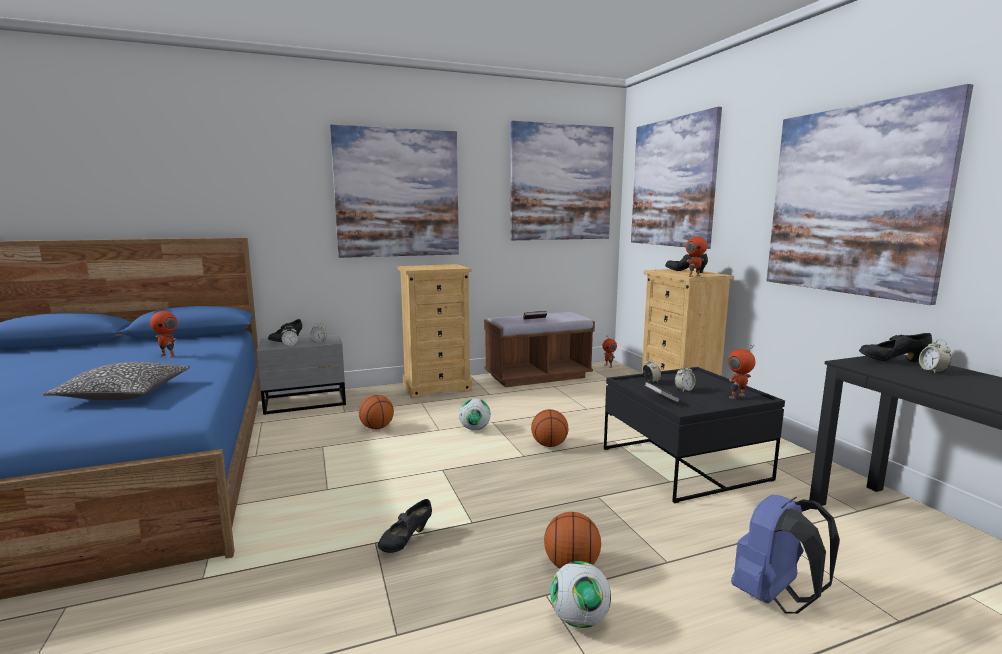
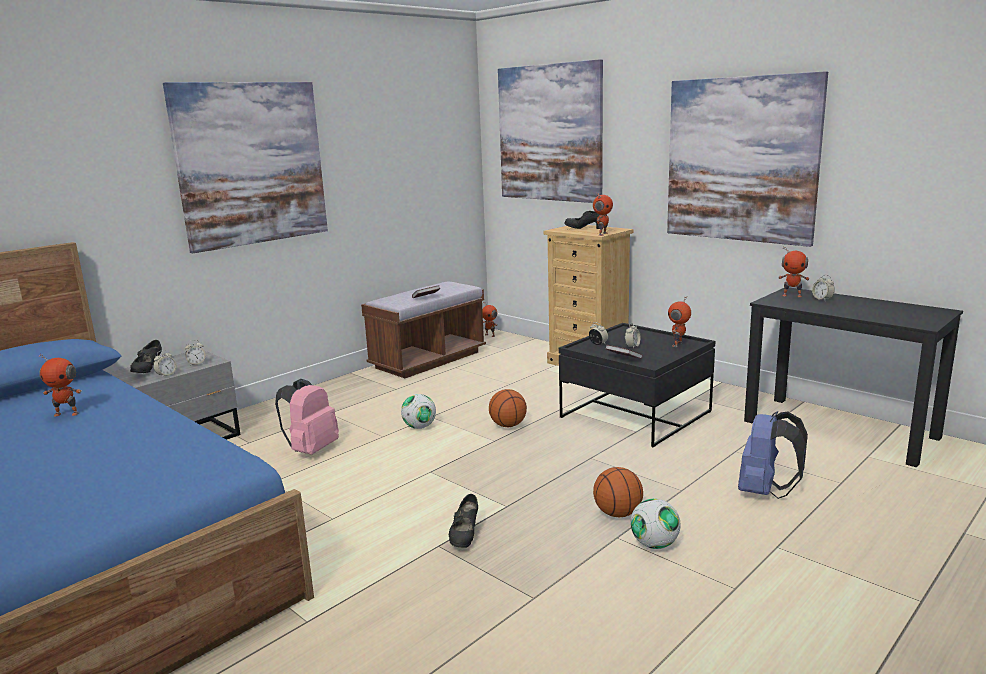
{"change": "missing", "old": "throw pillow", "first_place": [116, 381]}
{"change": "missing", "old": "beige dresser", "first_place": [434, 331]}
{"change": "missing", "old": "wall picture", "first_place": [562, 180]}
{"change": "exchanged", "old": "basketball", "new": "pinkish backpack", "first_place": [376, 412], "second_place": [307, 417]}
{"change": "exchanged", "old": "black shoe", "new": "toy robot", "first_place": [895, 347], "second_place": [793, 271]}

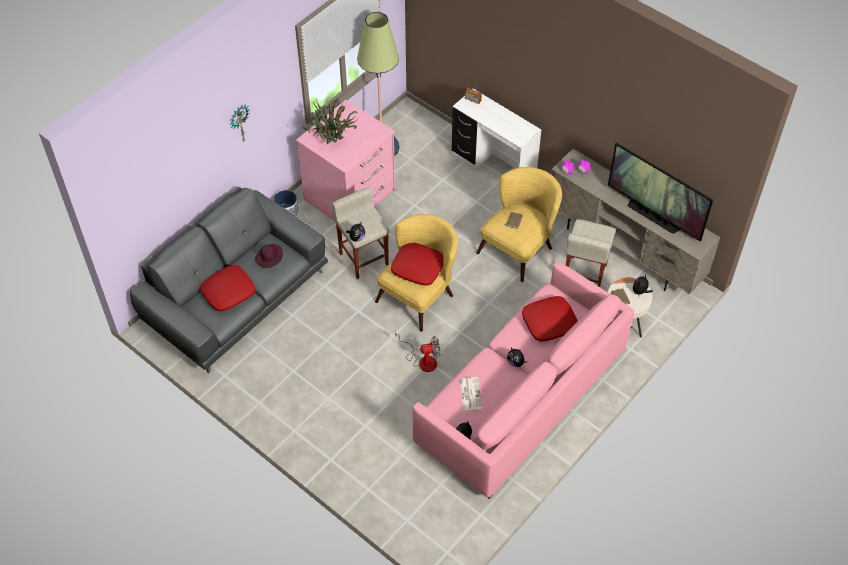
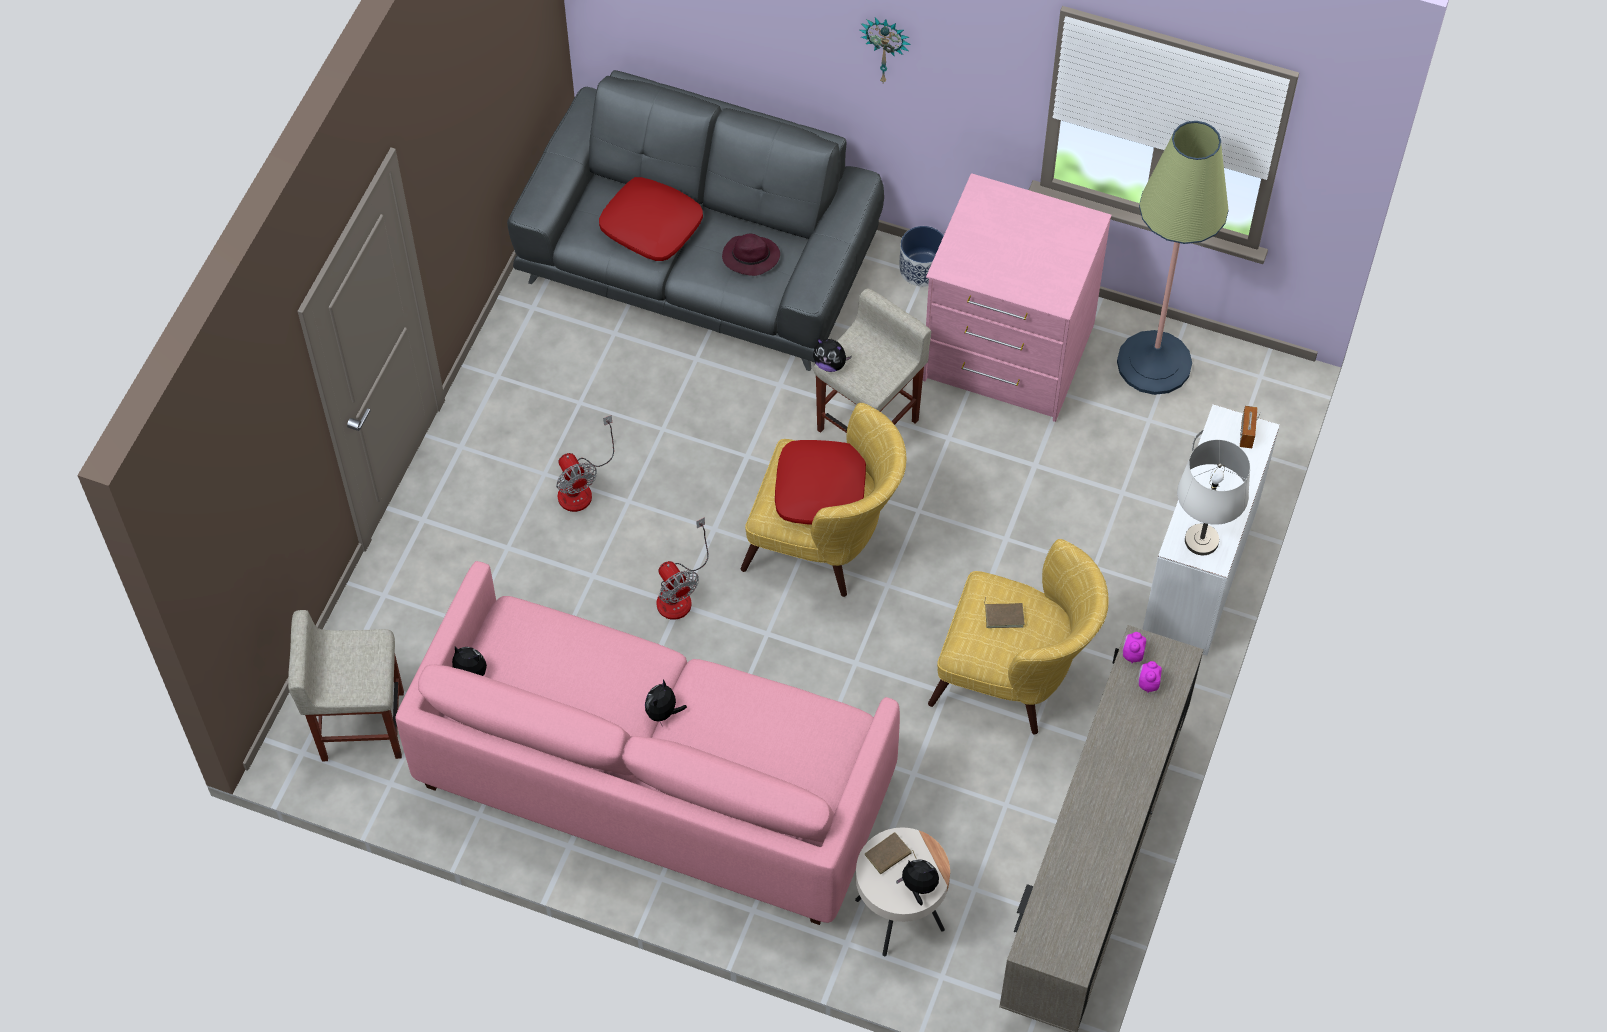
{"change": "missing", "old": "potted plant", "first_place": [333, 121]}
{"change": "missing", "old": "daily paper", "first_place": [471, 394]}
{"change": "missing", "old": "reddish throw pillow", "first_place": [550, 319]}
{"change": "missing", "old": "TV set", "first_place": [660, 192]}
{"change": "appeared", "new": "fan", "second_place": [585, 463]}
{"change": "appeared", "new": "whitish lamp for a table", "second_place": [1213, 497]}
{"change": "relocated", "old": "beige stool seat", "first_place": [591, 253], "second_place": [346, 685]}

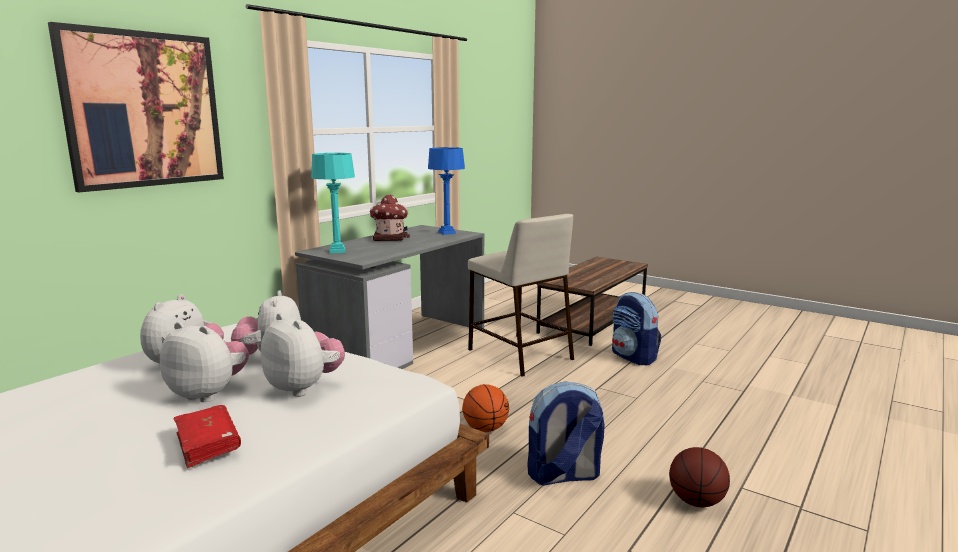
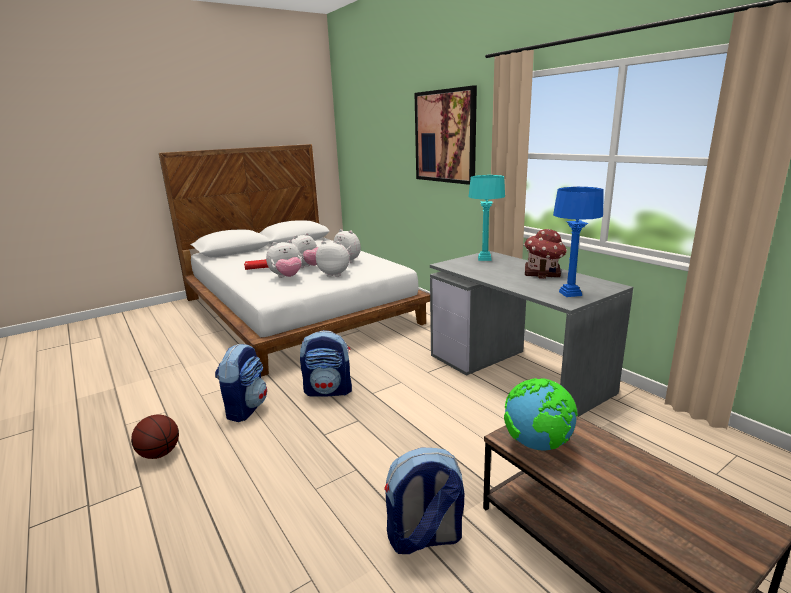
{"change": "missing", "old": "beige stool seat", "first_place": [521, 295]}
{"change": "appeared", "new": "desk globe", "second_place": [541, 414]}
{"change": "exchanged", "old": "basketball", "new": "backpack", "first_place": [485, 408], "second_place": [326, 363]}

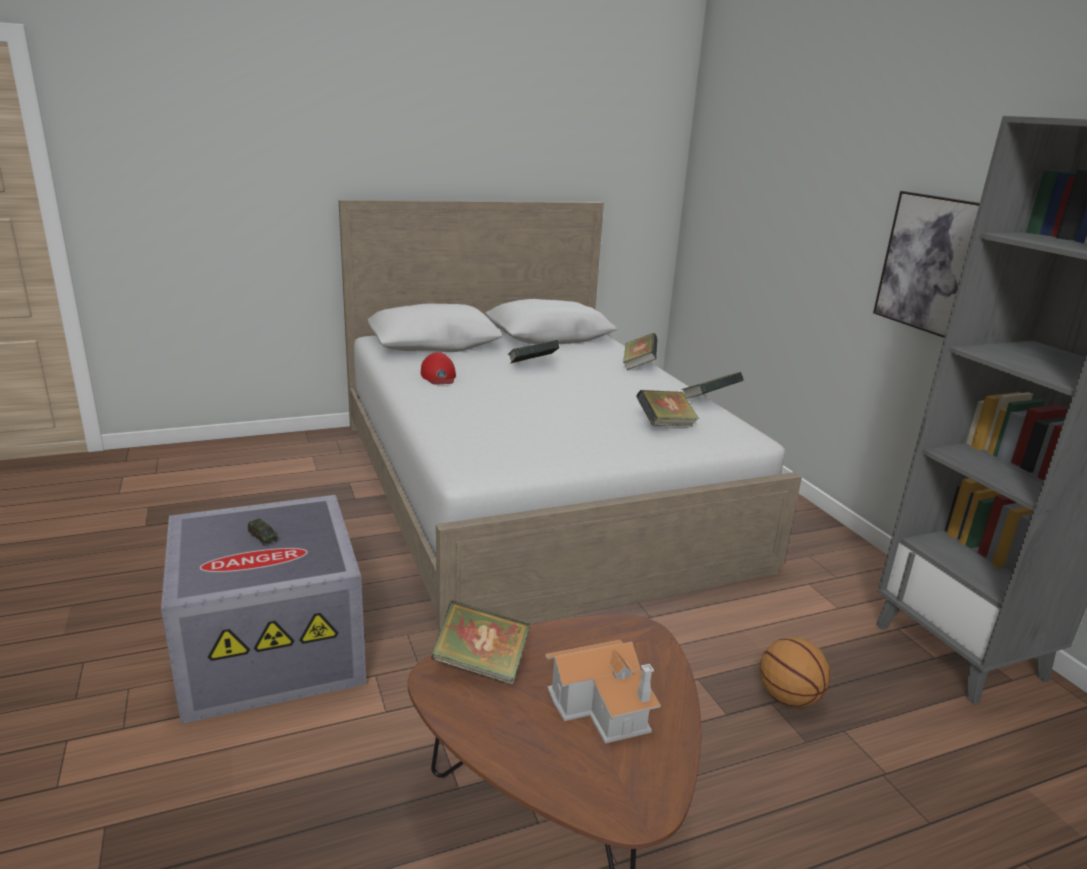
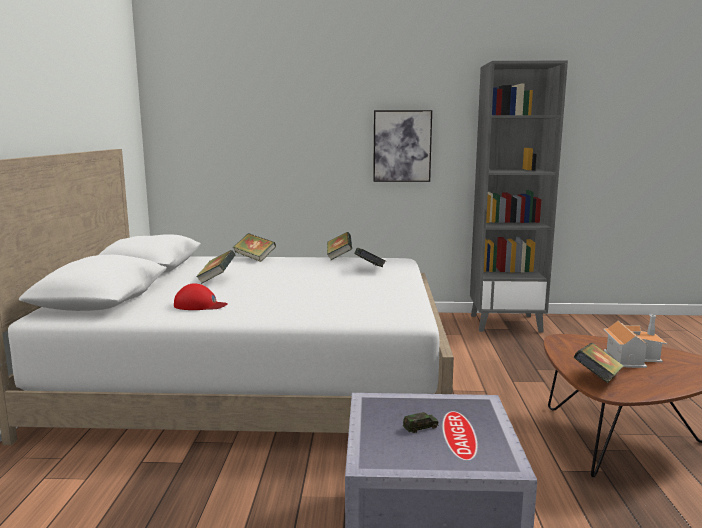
{"change": "missing", "old": "basketball", "first_place": [795, 672]}

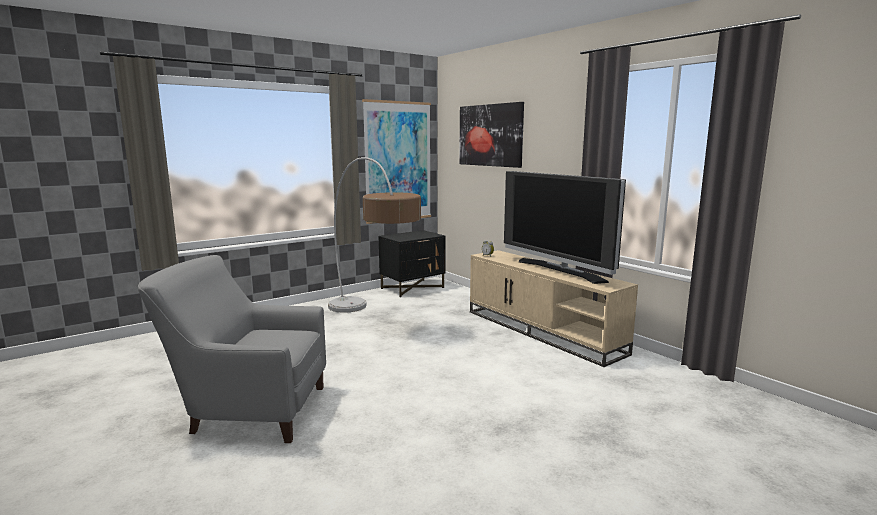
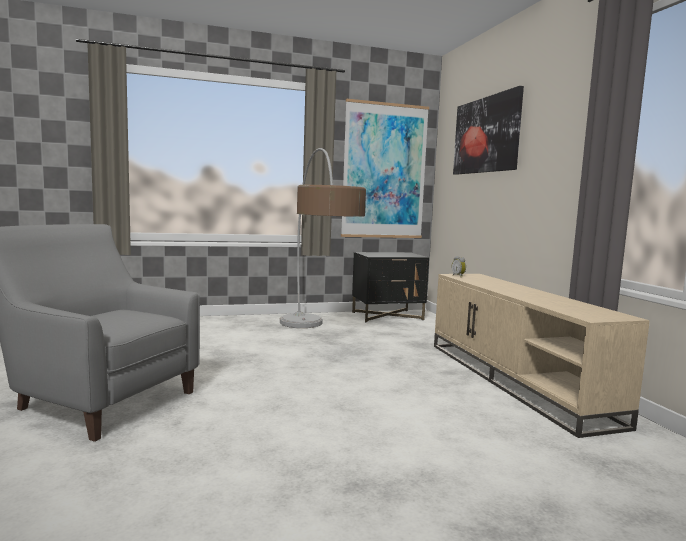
{"change": "missing", "old": "TV set", "first_place": [565, 227]}

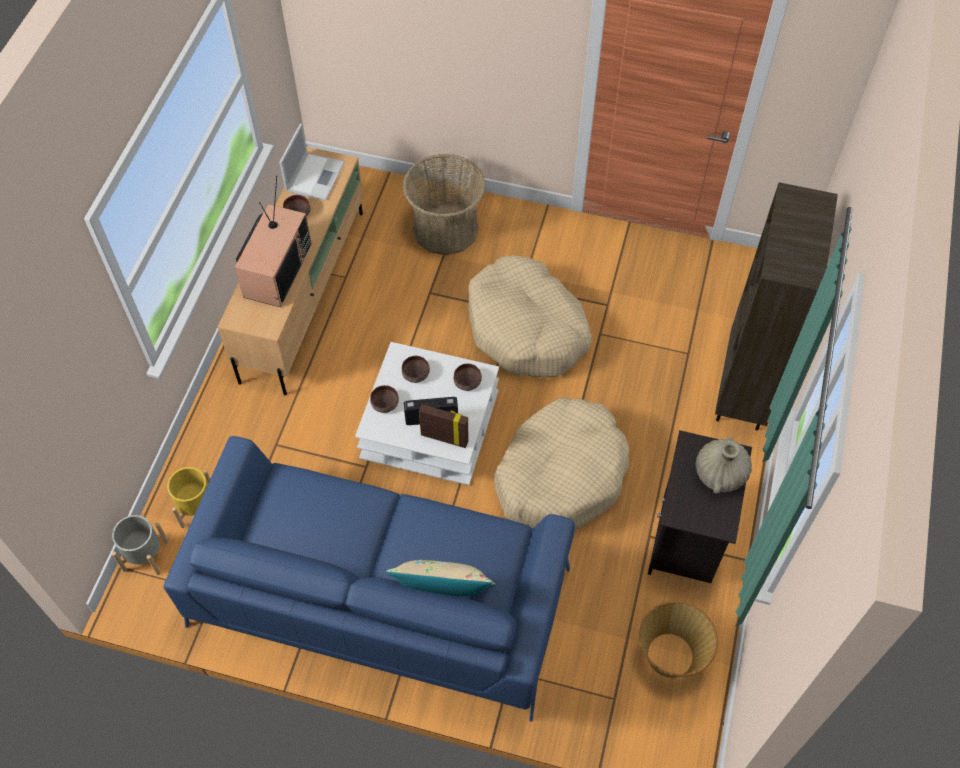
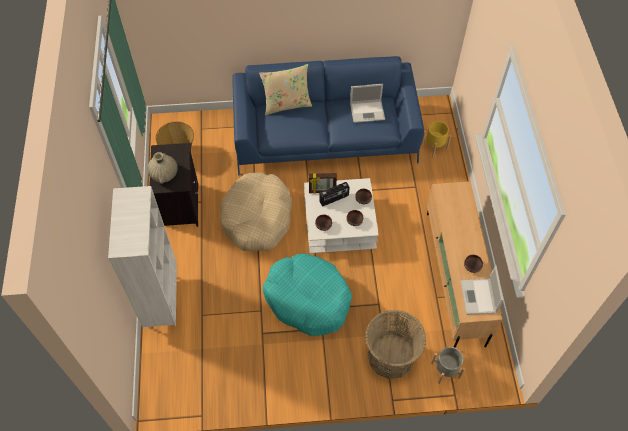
{"change": "missing", "old": "TV set", "first_place": [273, 241]}
{"change": "appeared", "new": "laptop", "second_place": [367, 103]}
{"change": "relocated", "old": "grey flower pot", "first_place": [140, 545], "second_place": [448, 365]}
{"change": "colour", "old": "beige dog cushion", "new": "blue-green dog cushion", "first_place": [530, 316], "second_place": [307, 294]}
{"change": "colour", "old": "brownish bookshelf", "new": "whitish bookshelf", "first_place": [776, 306], "second_place": [142, 257]}

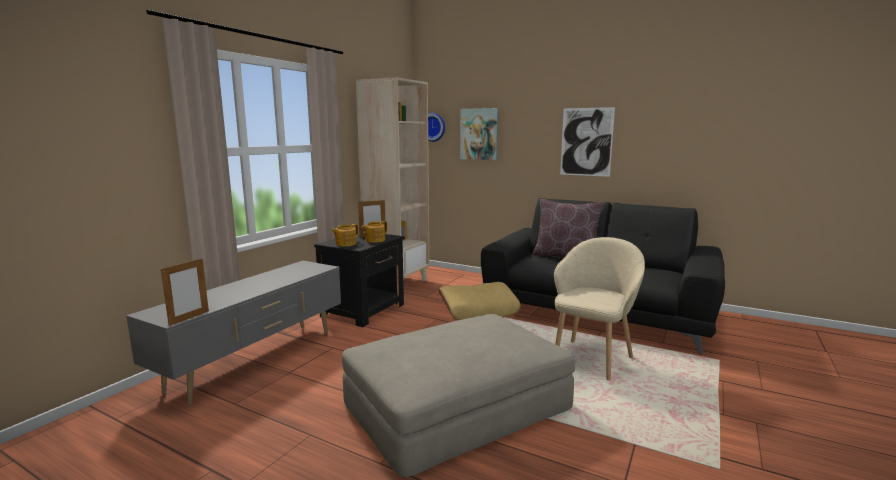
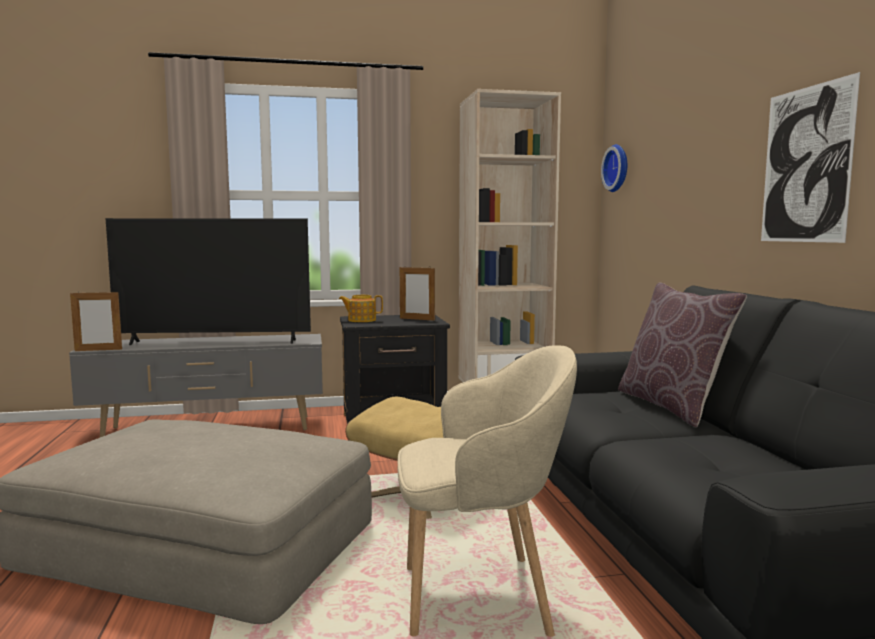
{"change": "missing", "old": "tea pot", "first_place": [374, 232]}
{"change": "missing", "old": "wall picture", "first_place": [479, 134]}
{"change": "appeared", "new": "TV set", "second_place": [208, 281]}

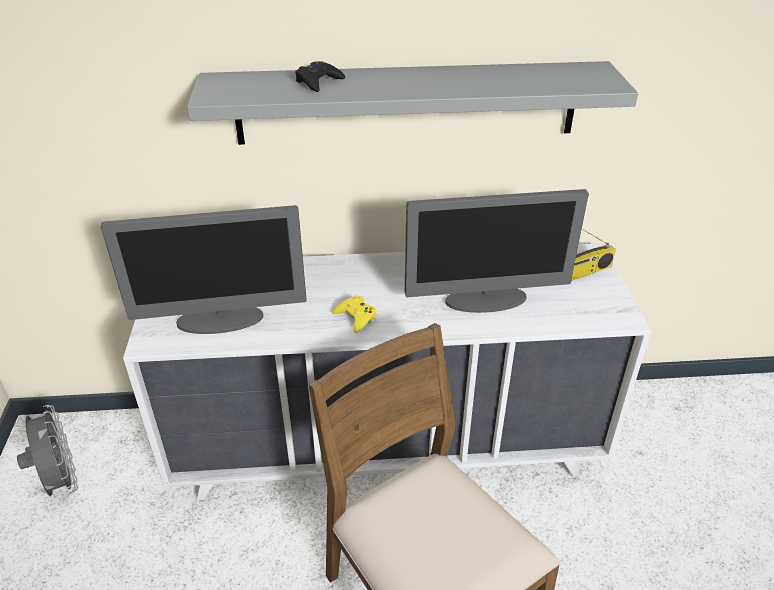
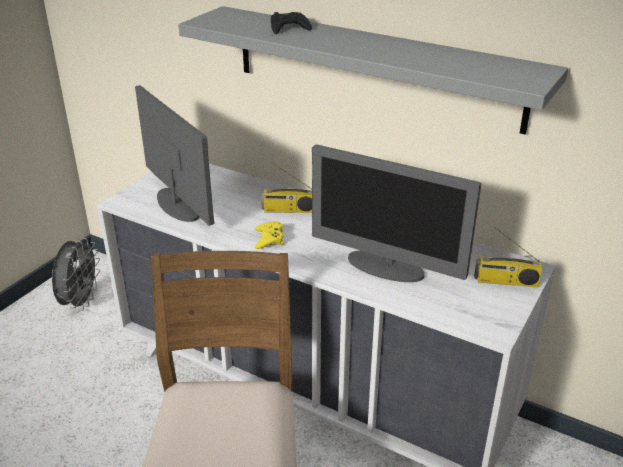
{"change": "appeared", "new": "radio set", "second_place": [286, 187]}
{"change": "spun", "old": "computer display", "first_place": [204, 269], "second_place": [174, 155], "degrees": -150}

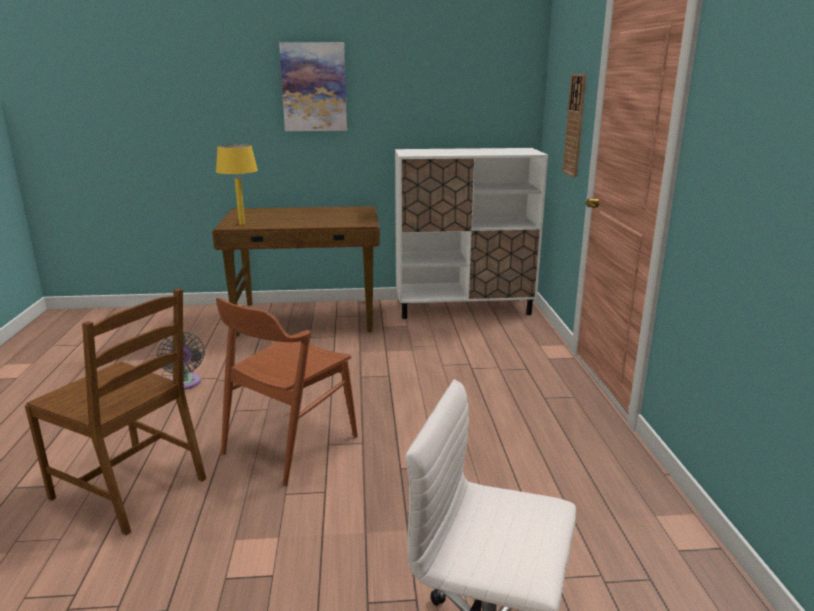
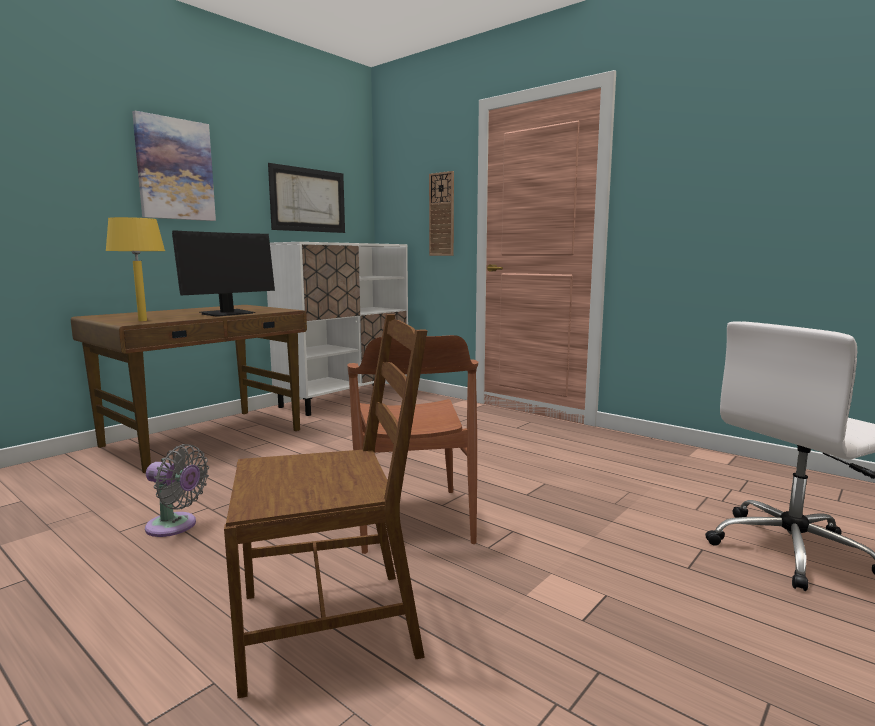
{"change": "appeared", "new": "computer display", "second_place": [223, 273]}
{"change": "appeared", "new": "wall picture", "second_place": [306, 198]}

